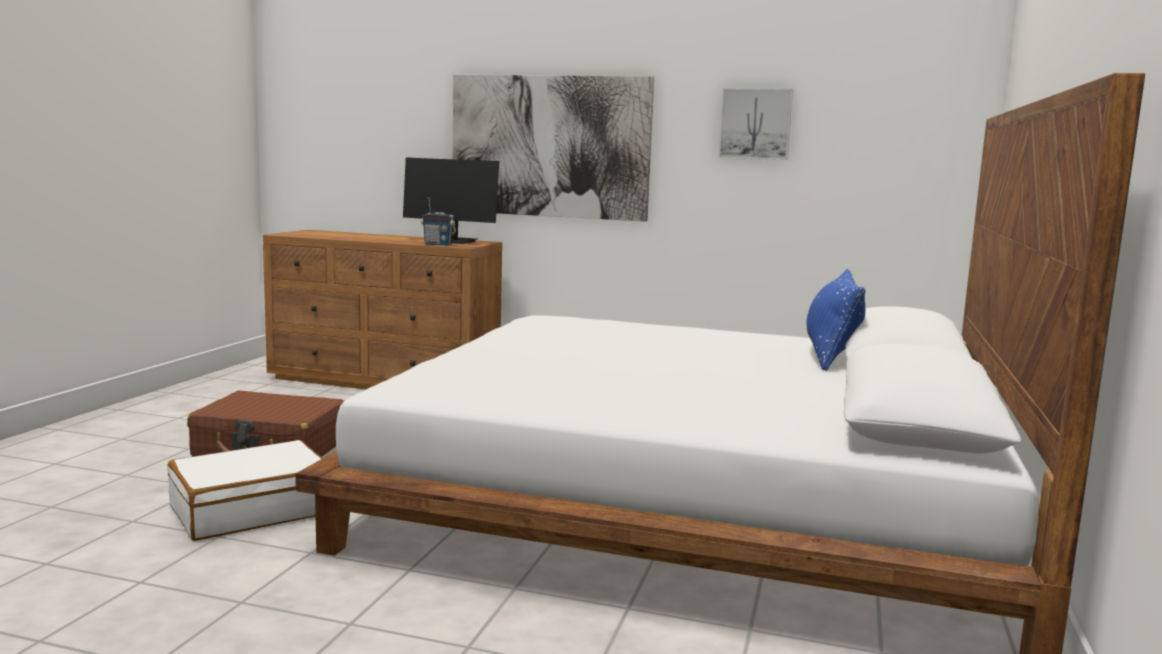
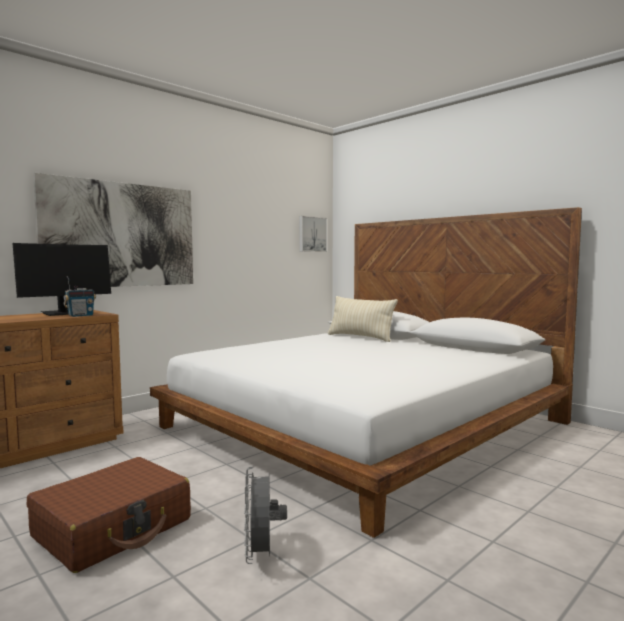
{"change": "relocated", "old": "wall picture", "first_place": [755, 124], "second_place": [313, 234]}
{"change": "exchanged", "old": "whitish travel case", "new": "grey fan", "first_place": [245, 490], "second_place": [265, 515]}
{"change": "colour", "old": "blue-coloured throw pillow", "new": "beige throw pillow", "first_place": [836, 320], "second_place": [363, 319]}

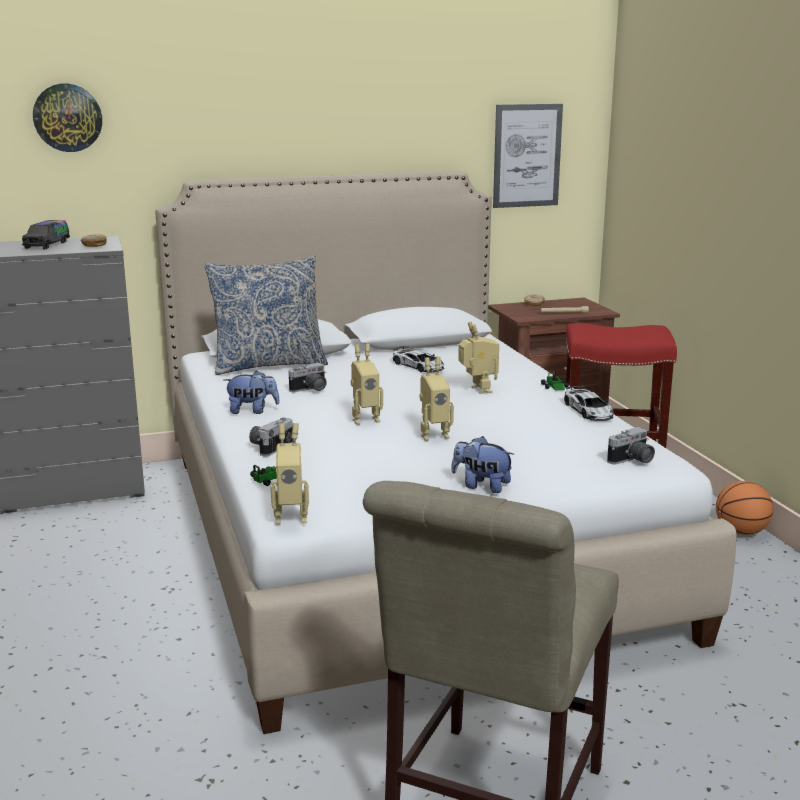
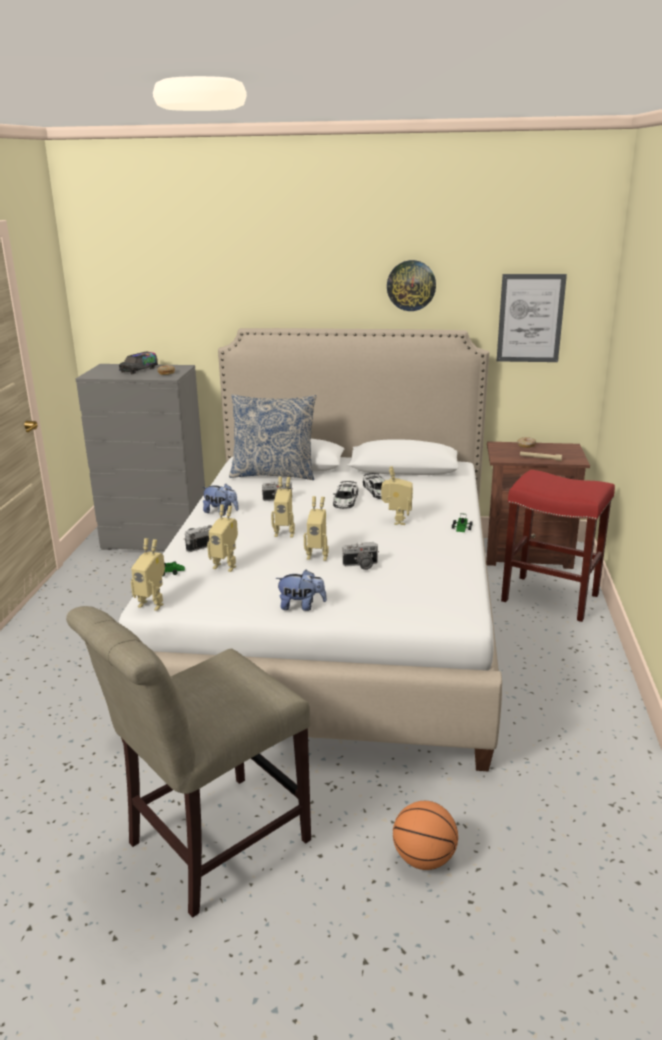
{"change": "appeared", "new": "toy robot", "second_place": [222, 538]}
{"change": "relocated", "old": "clock on the wall", "first_place": [67, 117], "second_place": [411, 285]}
{"change": "relocated", "old": "miniature car", "first_place": [589, 403], "second_place": [345, 495]}
{"change": "relocated", "old": "photo camera", "first_place": [631, 446], "second_place": [360, 556]}
{"change": "relocated", "old": "basketball", "first_place": [745, 508], "second_place": [425, 835]}
{"change": "spun", "old": "soft toy", "first_place": [482, 464], "second_place": [301, 590], "degrees": 135}

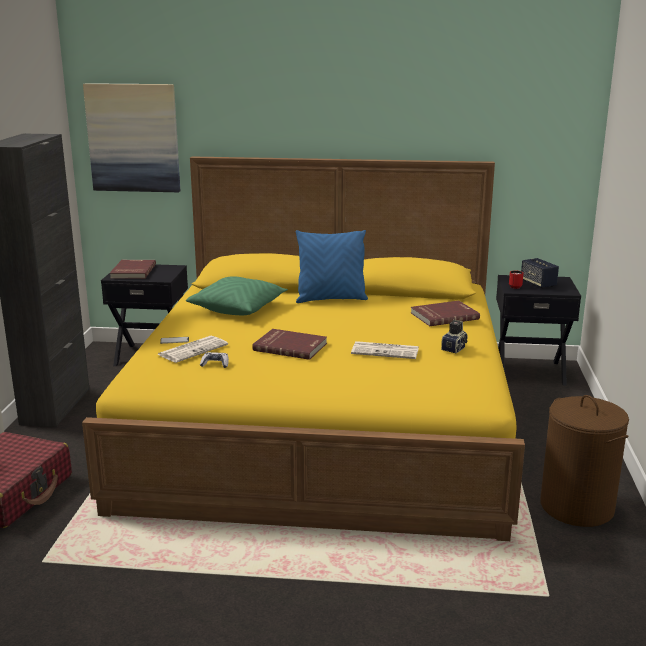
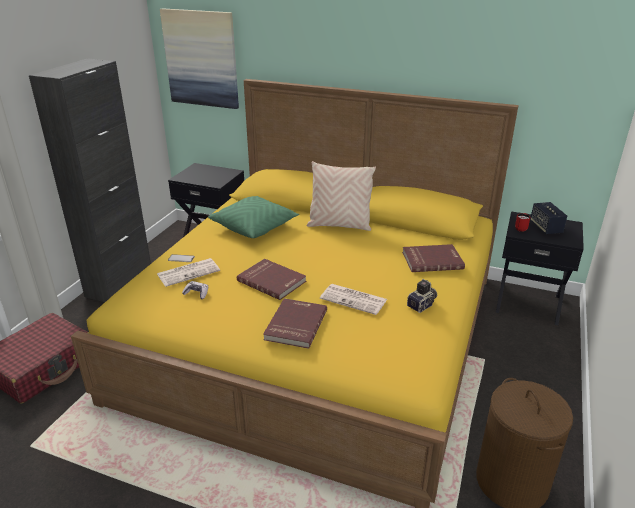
{"change": "relocated", "old": "reddish book", "first_place": [133, 269], "second_place": [295, 323]}
{"change": "colour", "old": "blue-coloured throw pillow", "new": "beige throw pillow", "first_place": [332, 266], "second_place": [341, 196]}

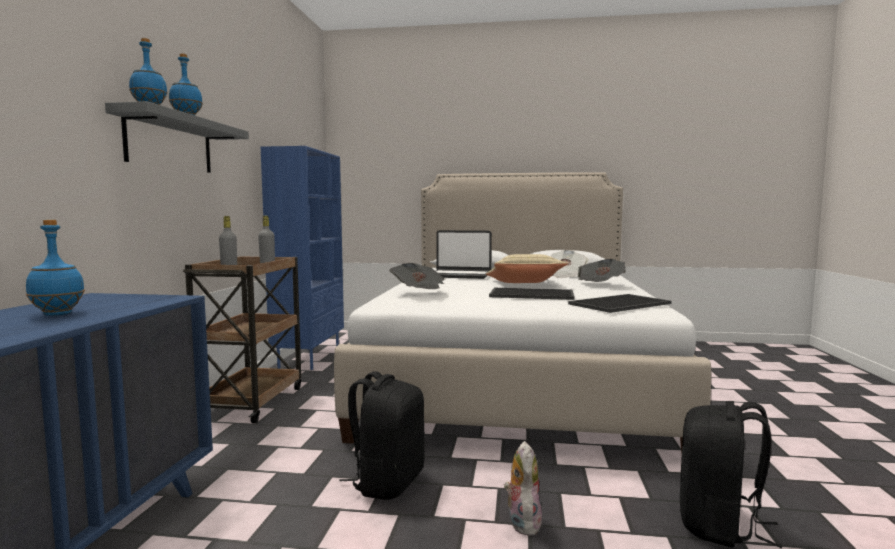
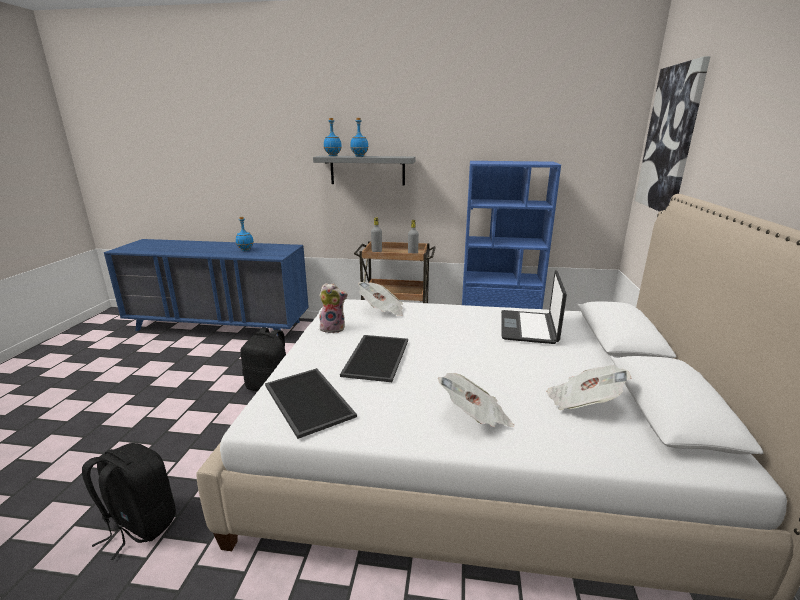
{"change": "missing", "old": "beige throw pillow", "first_place": [527, 268]}
{"change": "appeared", "new": "wall picture", "second_place": [672, 134]}
{"change": "relocated", "old": "soft toy", "first_place": [523, 488], "second_place": [333, 308]}

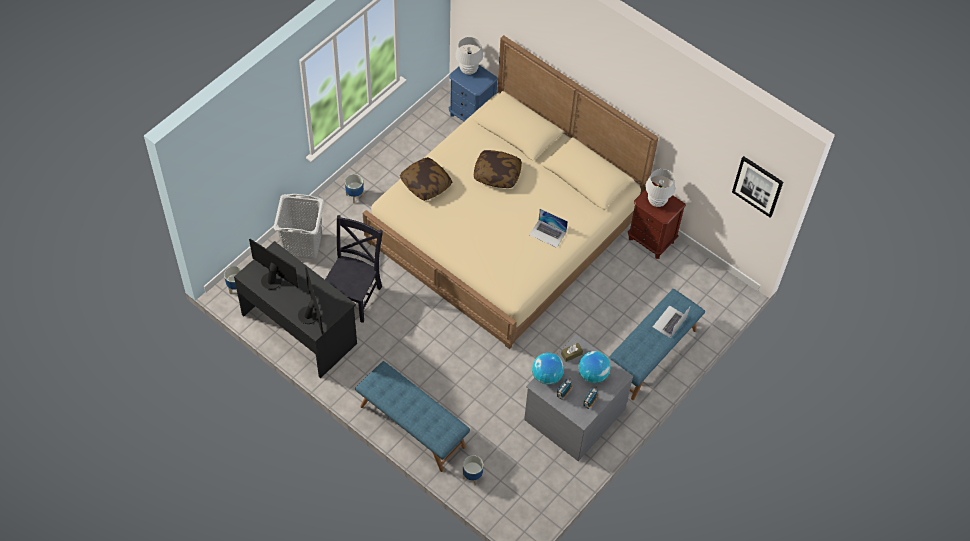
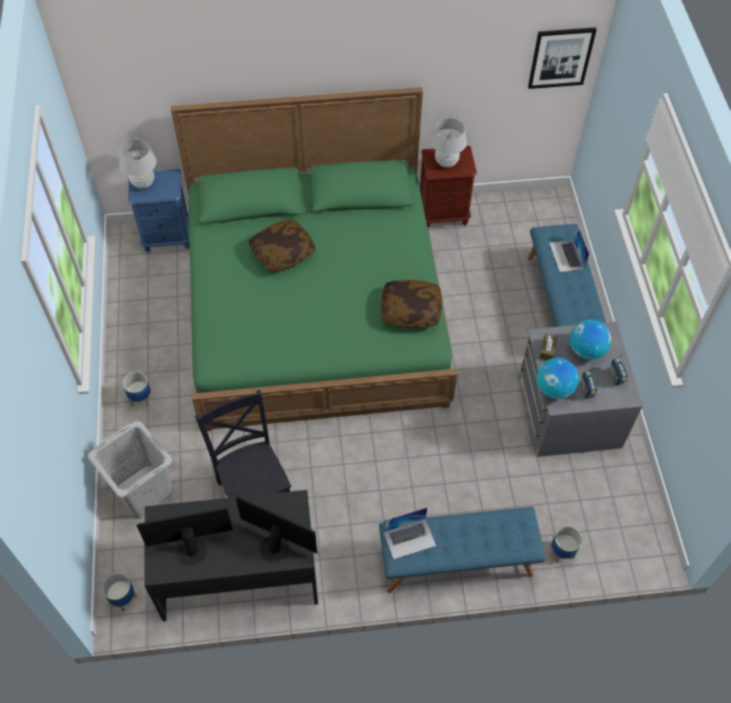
{"change": "relocated", "old": "throw pillow", "first_place": [426, 179], "second_place": [411, 304]}
{"change": "relocated", "old": "laptop", "first_place": [548, 228], "second_place": [409, 533]}
{"change": "colour", "old": "beige bed", "new": "green-coloured bed", "first_place": [511, 192], "second_place": [314, 259]}

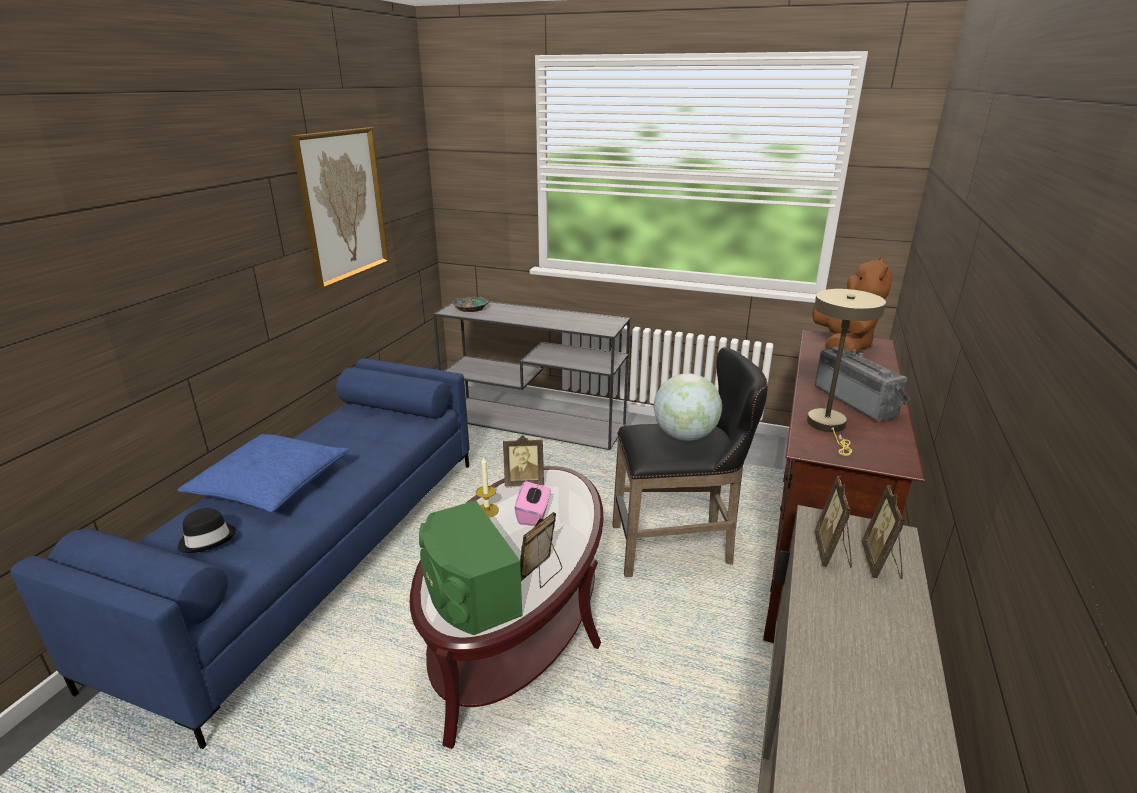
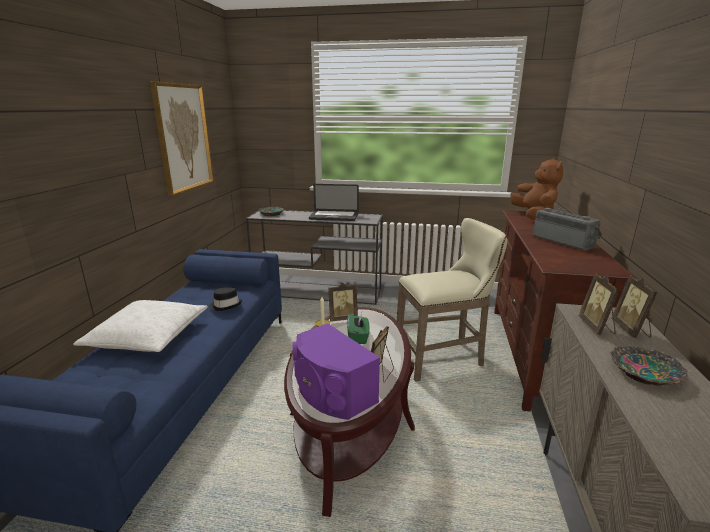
{"change": "missing", "old": "desk globe", "first_place": [688, 407]}
{"change": "missing", "old": "beige lamp for a table", "first_place": [846, 372]}
{"change": "appeared", "new": "laptop", "second_place": [334, 202]}
{"change": "appeared", "new": "deep dish", "second_place": [649, 366]}
{"change": "relocated", "old": "black clothing hat", "first_place": [207, 530], "second_place": [225, 299]}
{"change": "colour", "old": "blue-coloured throw pillow", "new": "whitish throw pillow", "first_place": [264, 473], "second_place": [140, 326]}
{"change": "colour", "old": "green-coloured audio speaker", "new": "purple-coloured audio speaker", "first_place": [471, 567], "second_place": [336, 371]}
{"change": "colour", "old": "pinkish tissue box", "new": "green-coloured tissue box", "first_place": [532, 503], "second_place": [358, 328]}
{"change": "colour", "old": "black stool seat", "new": "beige stool seat", "first_place": [690, 462], "second_place": [452, 300]}

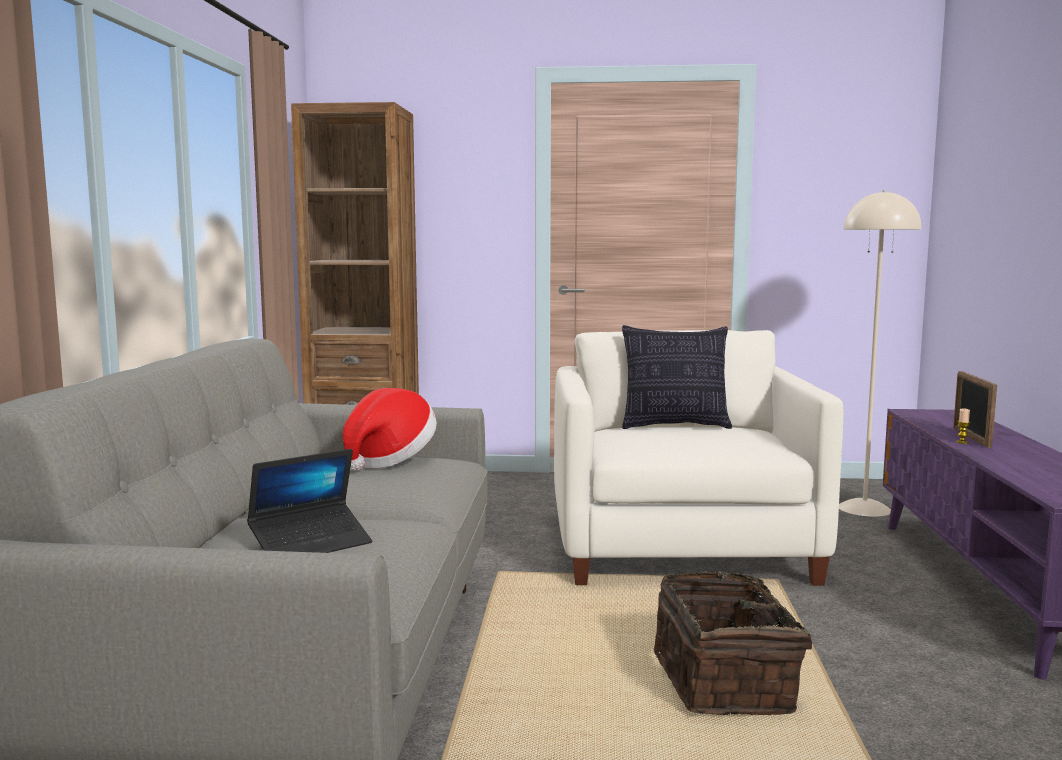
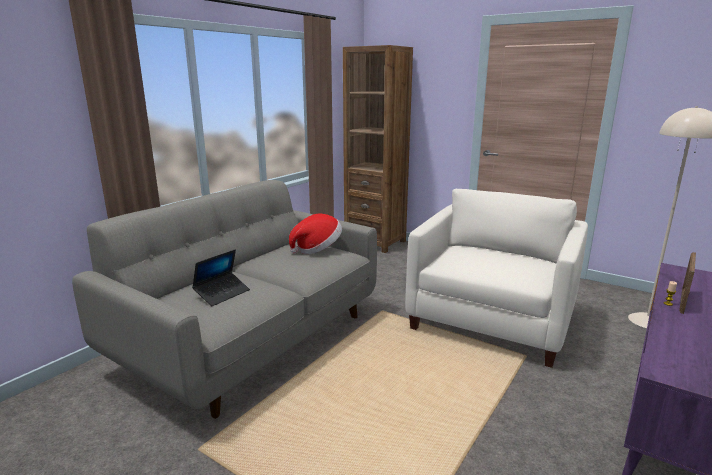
{"change": "missing", "old": "throw pillow", "first_place": [677, 377]}
{"change": "missing", "old": "household basket", "first_place": [733, 643]}
{"change": "spun", "old": "laptop", "first_place": [309, 501], "second_place": [221, 277], "degrees": -45}

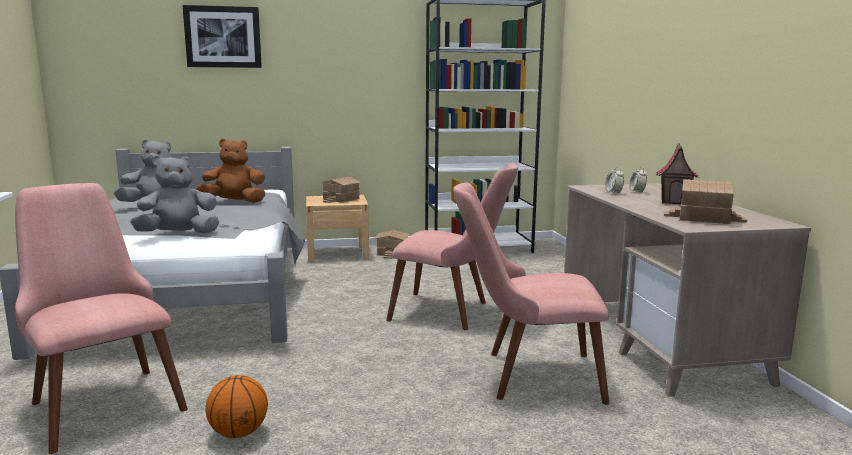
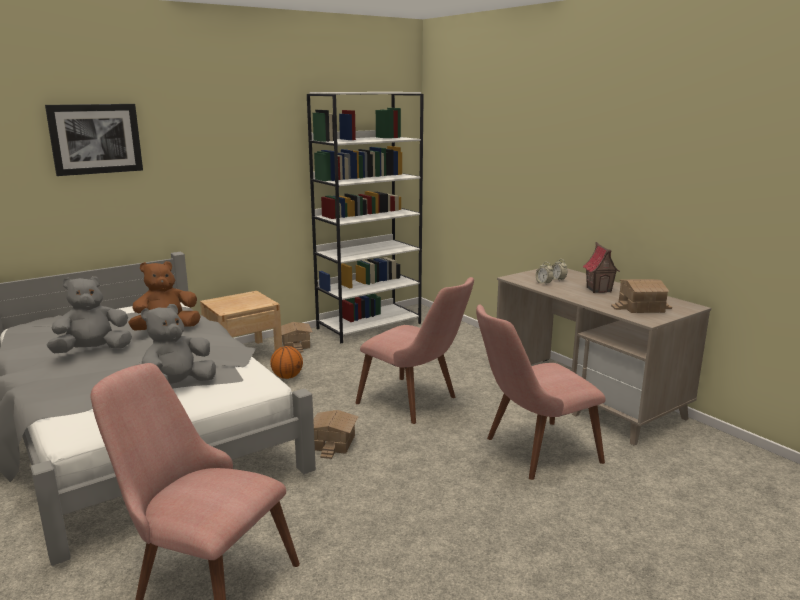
{"change": "relocated", "old": "basketball", "first_place": [237, 406], "second_place": [286, 362]}
{"change": "relocated", "old": "toy house", "first_place": [341, 190], "second_place": [335, 434]}
{"change": "spun", "old": "pinkish plain chair", "first_place": [452, 246], "second_place": [414, 350], "degrees": 45}

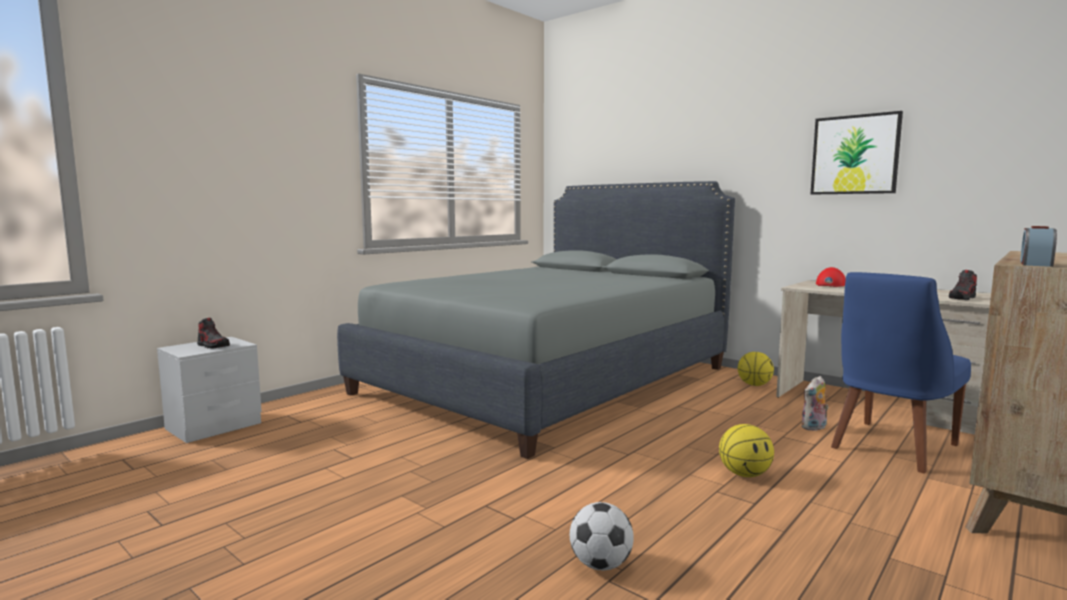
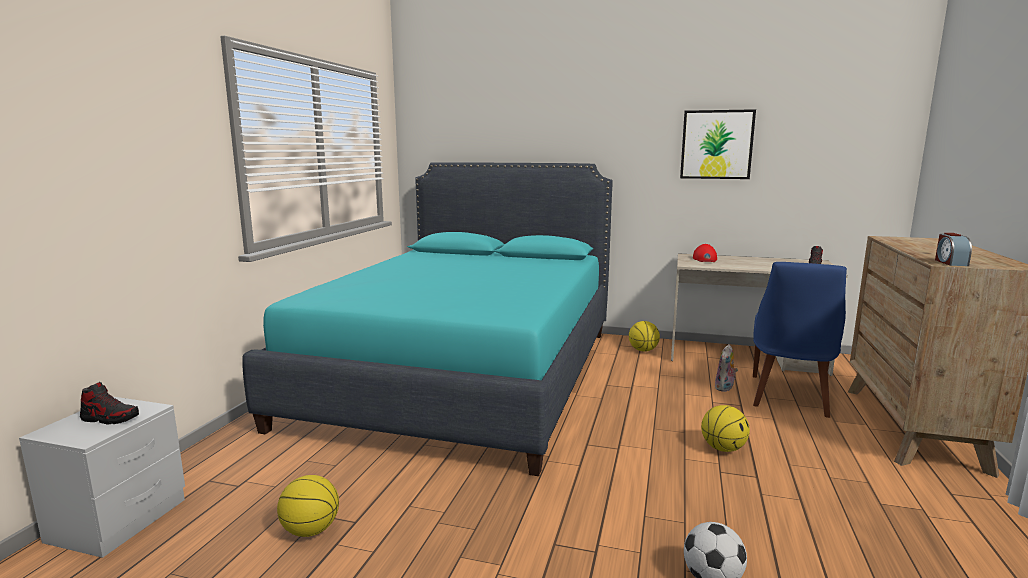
{"change": "appeared", "new": "basketball", "second_place": [308, 506]}
{"change": "colour", "old": "grey bed", "new": "blue-green bed", "first_place": [536, 320], "second_place": [427, 319]}

